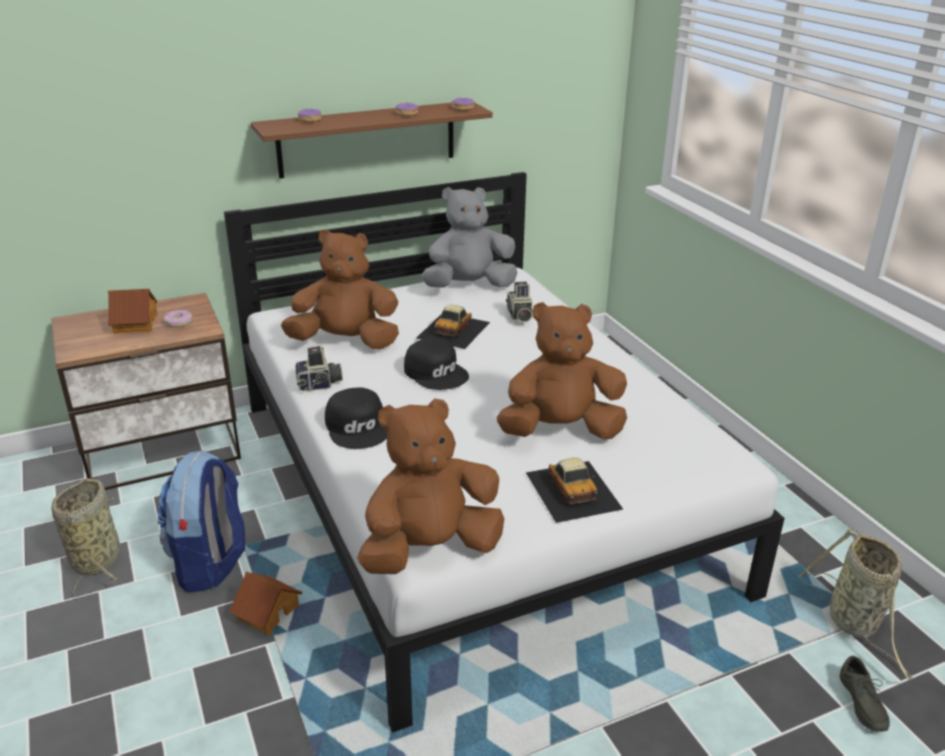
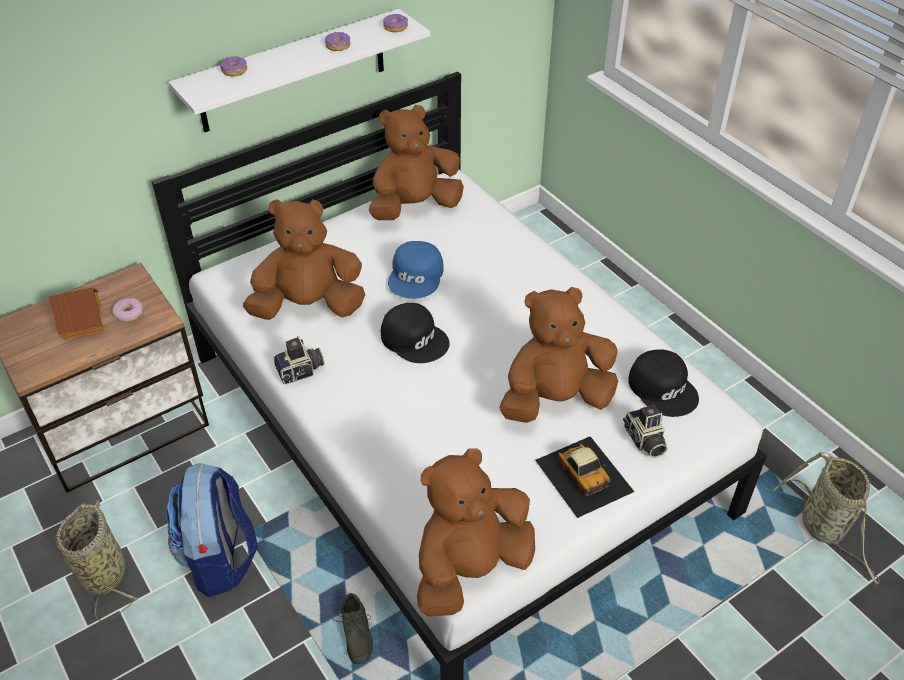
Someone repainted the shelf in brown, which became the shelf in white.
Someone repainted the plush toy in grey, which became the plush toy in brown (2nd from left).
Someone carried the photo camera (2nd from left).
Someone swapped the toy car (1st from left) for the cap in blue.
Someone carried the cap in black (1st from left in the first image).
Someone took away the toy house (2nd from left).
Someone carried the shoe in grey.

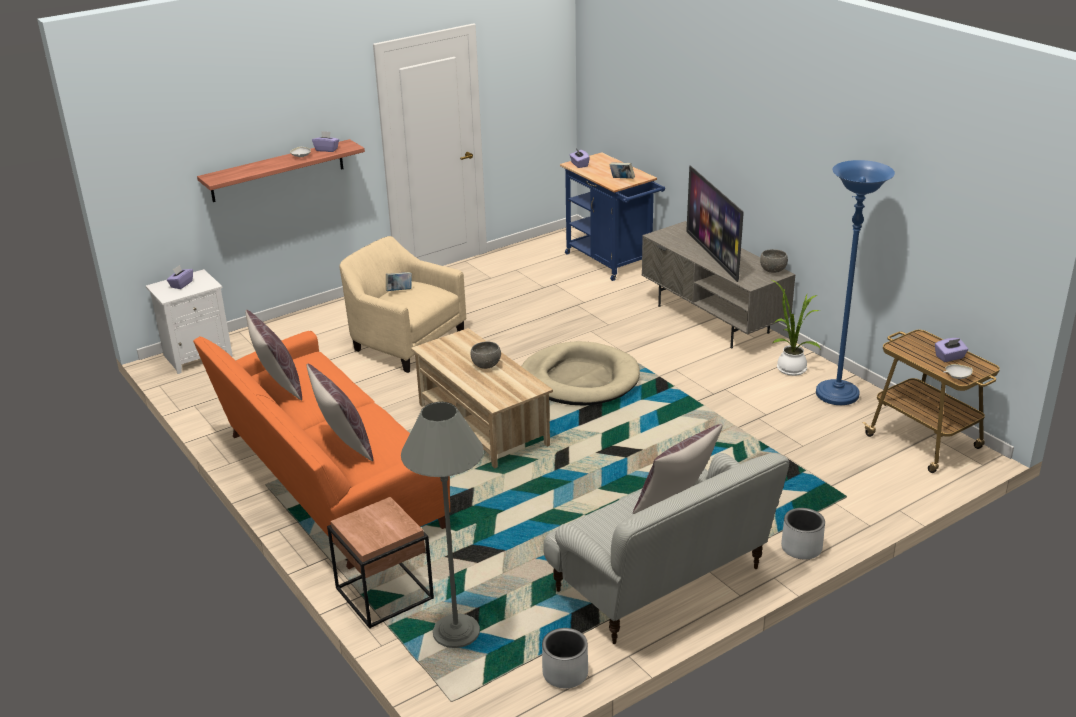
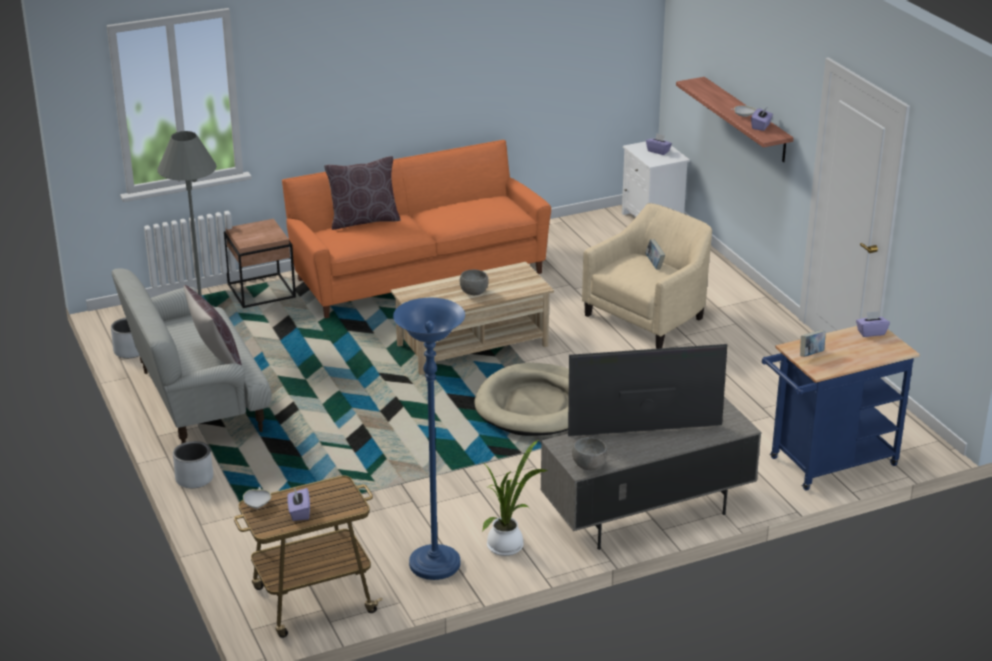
Someone took away the pillow in brown (1st from left).

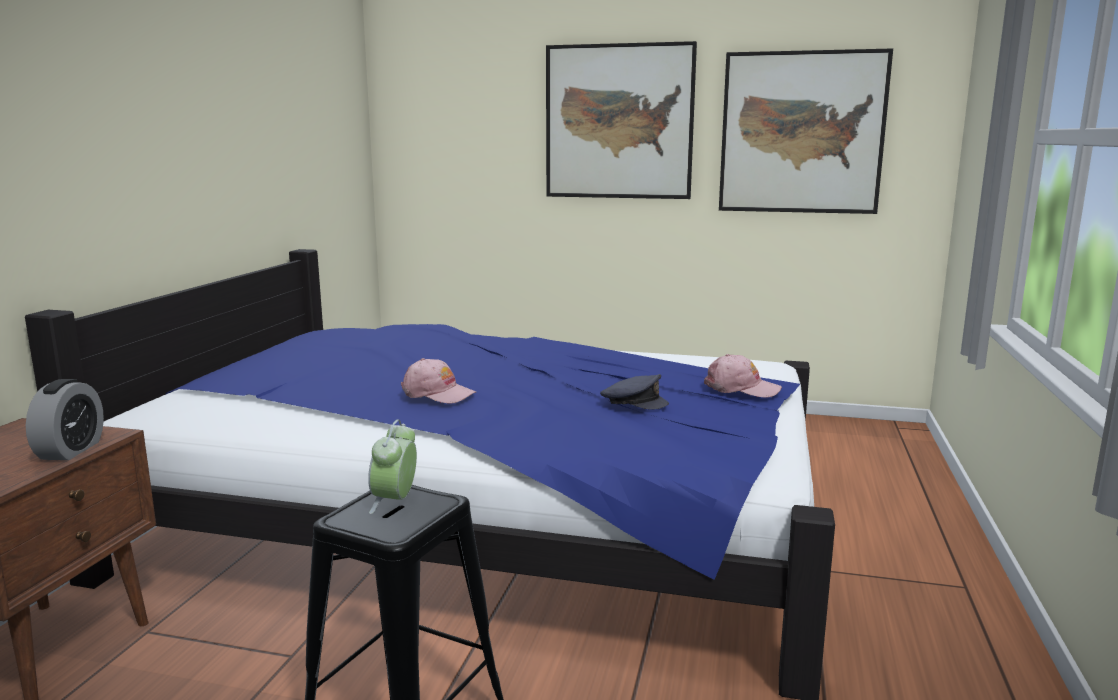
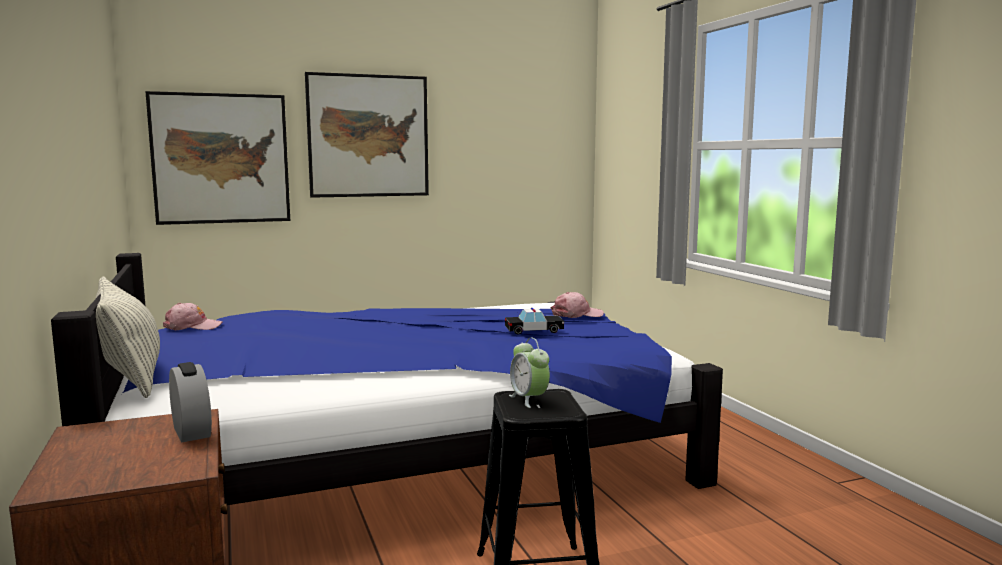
Someone carried the picture (2nd from left in the first image).
Someone carried the cap in pink (1st from left).
Someone swapped the cap in grey for the toy car.
Someone put down the pillow.

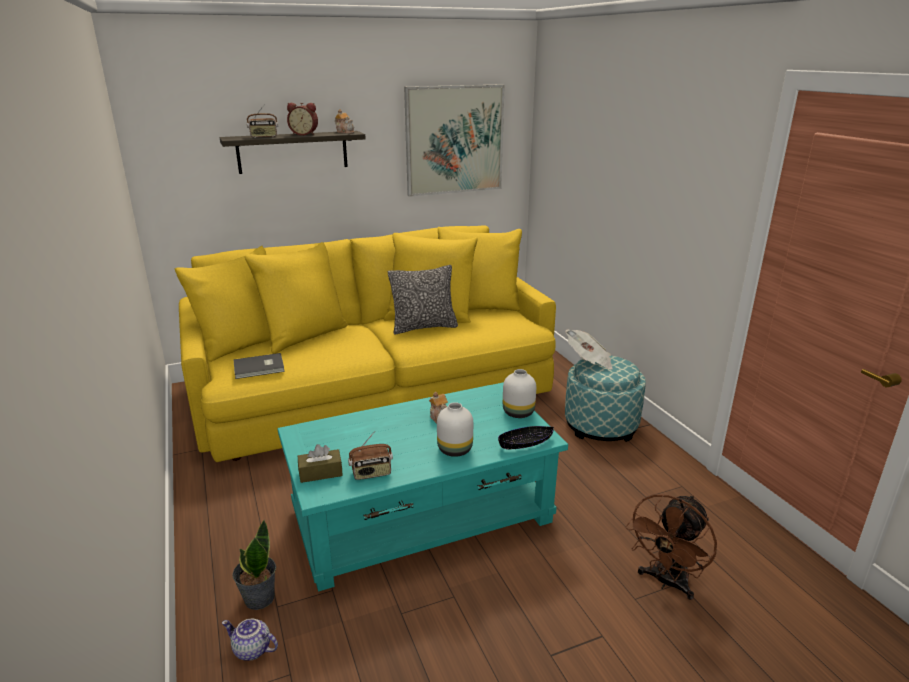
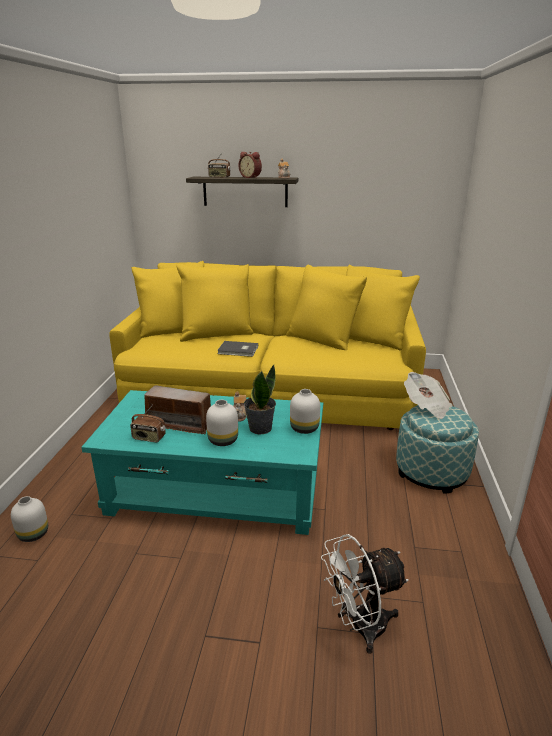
Someone took away the picture.
Someone took away the pillow.
Someone carried the book in grey.
Someone took away the bowl in black.
Someone took away the tissue box in brown.
Someone repainted the fan in brown, which became the fan in white.
Someone carried the potted plant.
Someone swapped the teapot (1st from left) for the vase in white (1st from left).
Someone put down the radio (2nd from left).

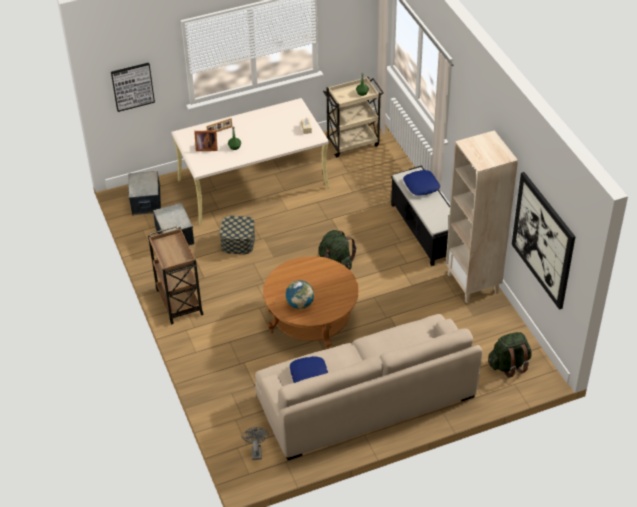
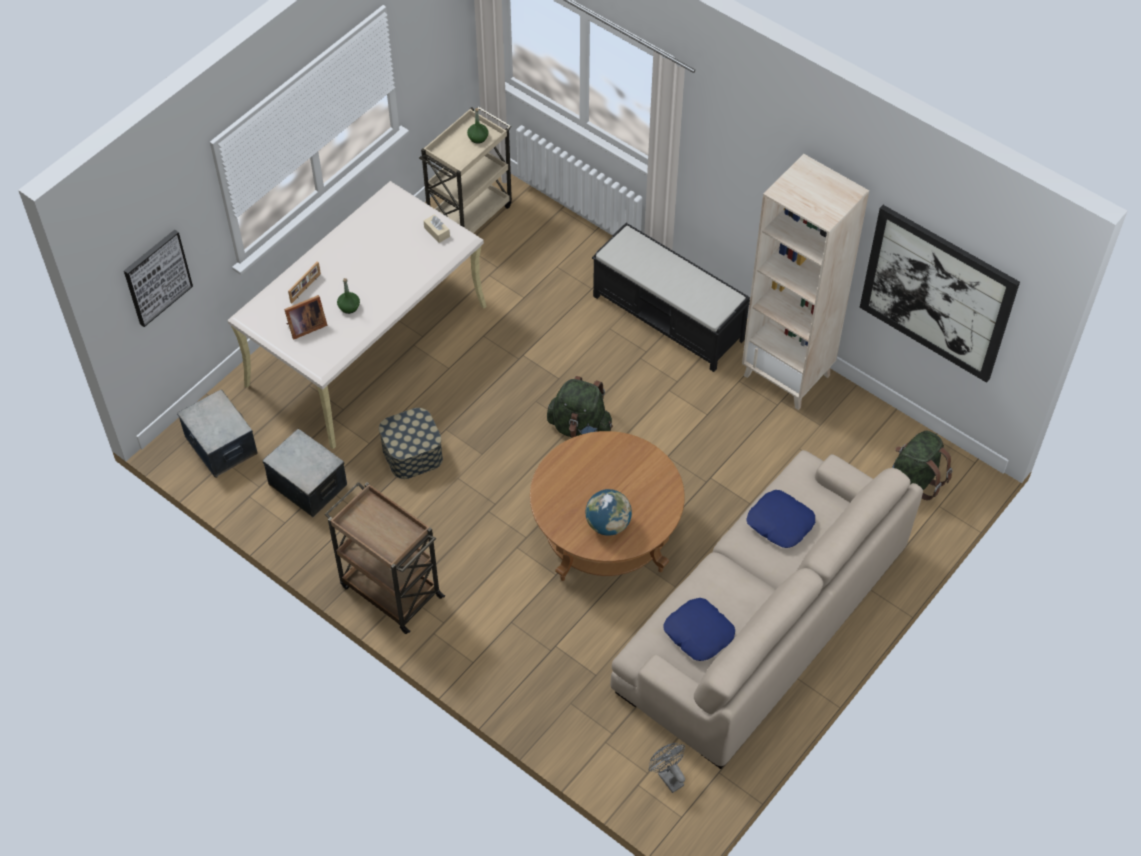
Someone carried the pillow in blue (2nd from left).

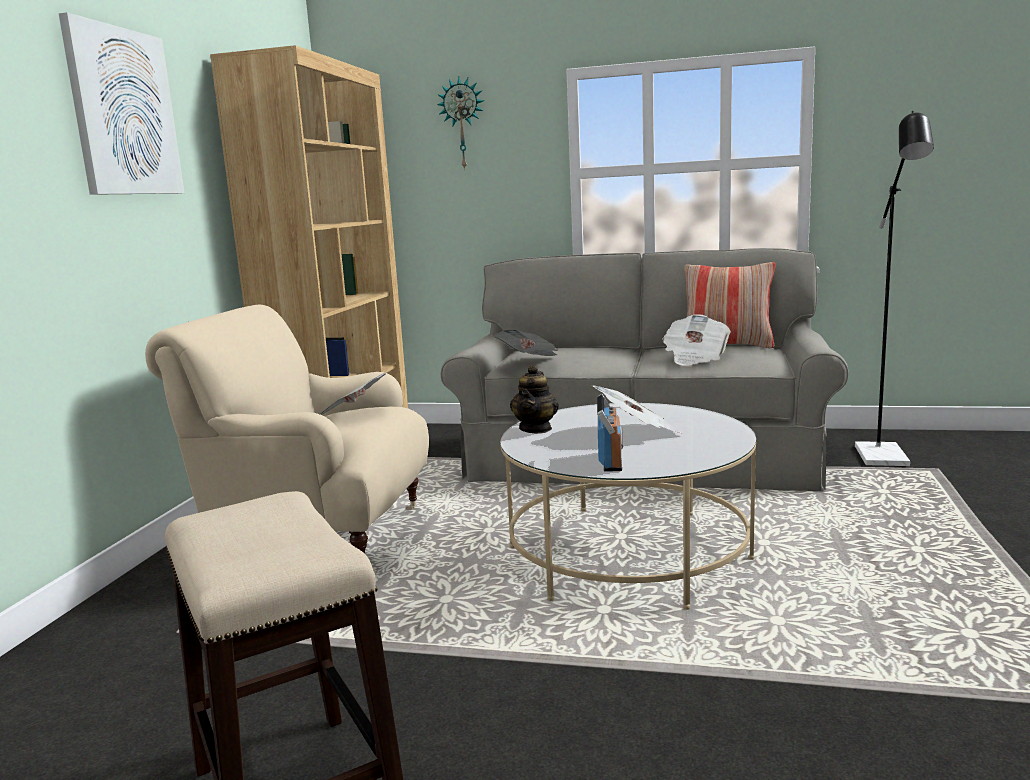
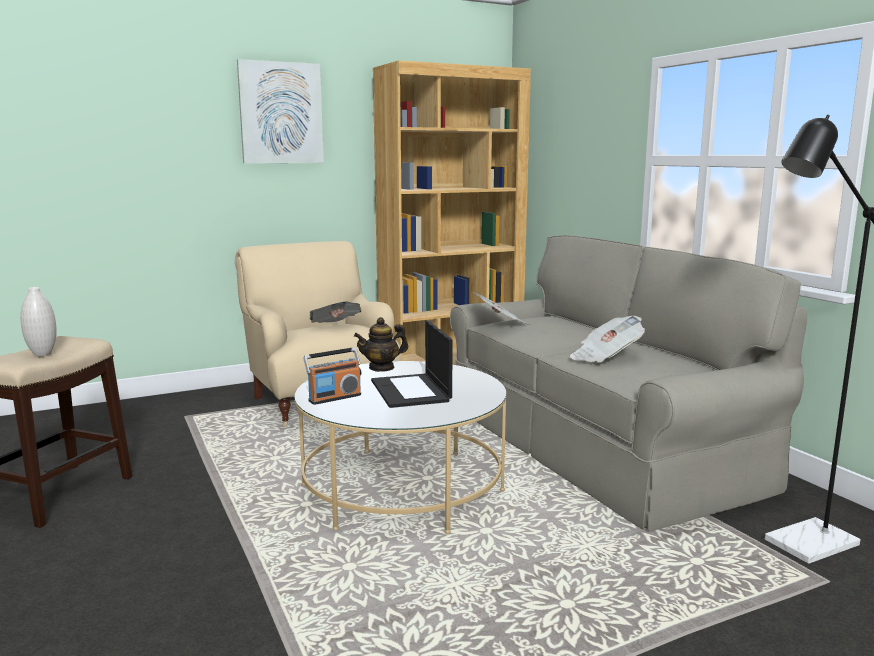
Someone took away the wall clock.
Someone took away the pillow.
Someone swapped the newspaper (3rd from left) for the laptop.
Someone put down the vase in white.

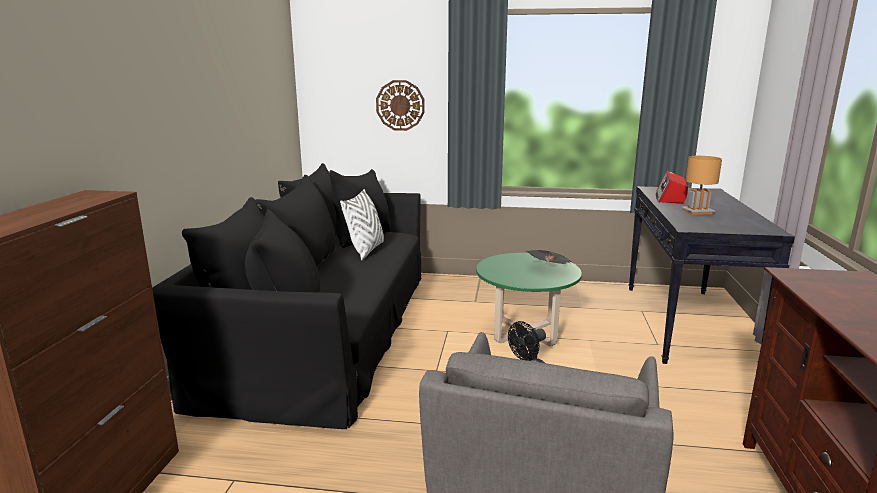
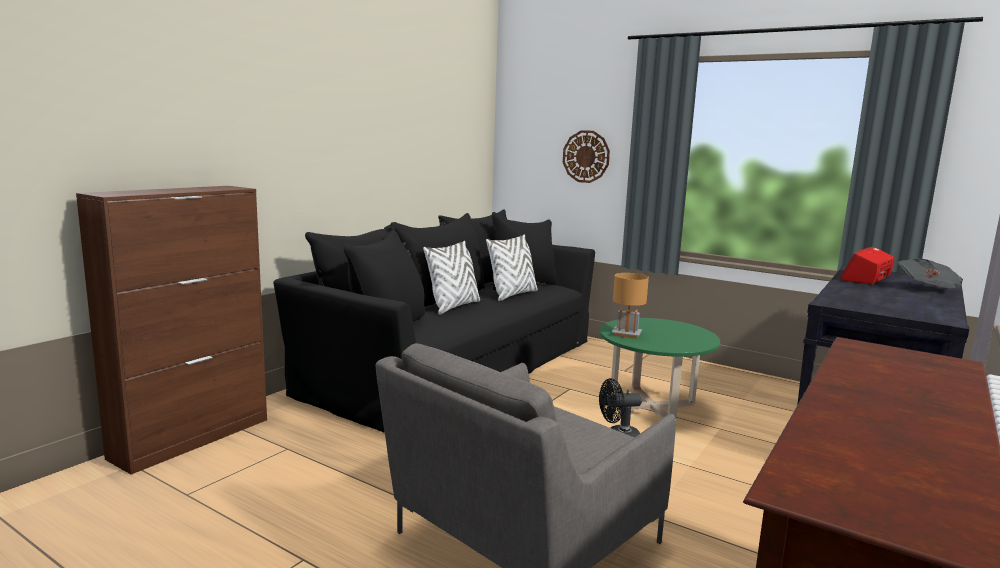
Someone carried the table lamp in brown.
Someone carried the newspaper.
Someone put down the pillow in white (1st from left).

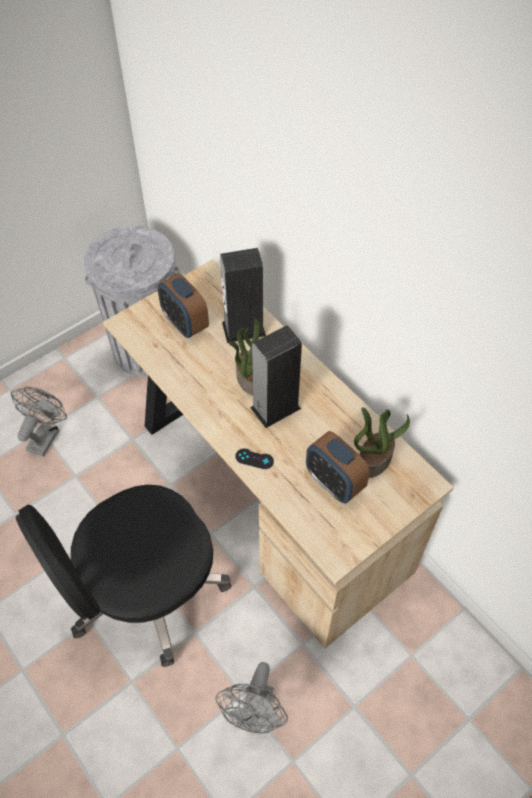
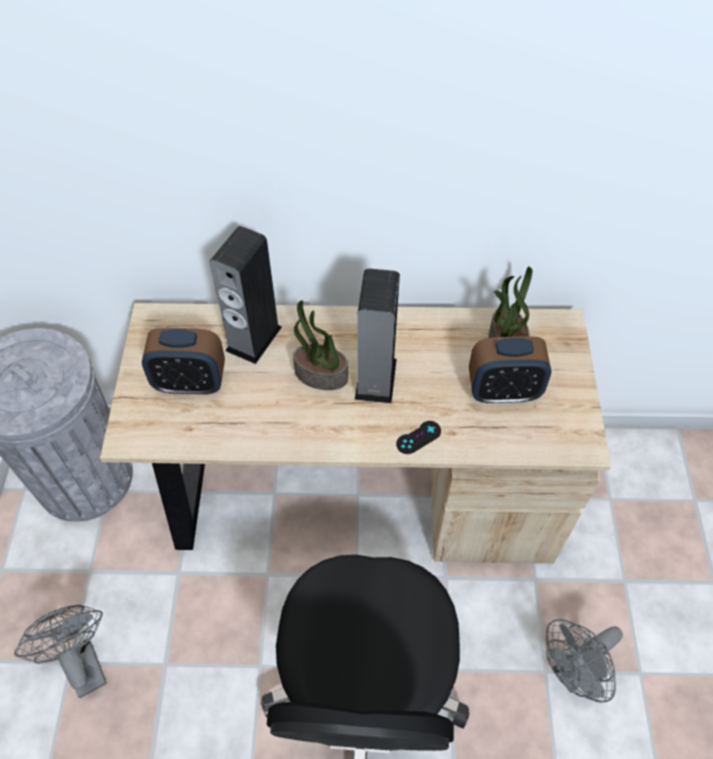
Someone rotated the fan in grey (2nd from left) by 90 degrees clockwise.

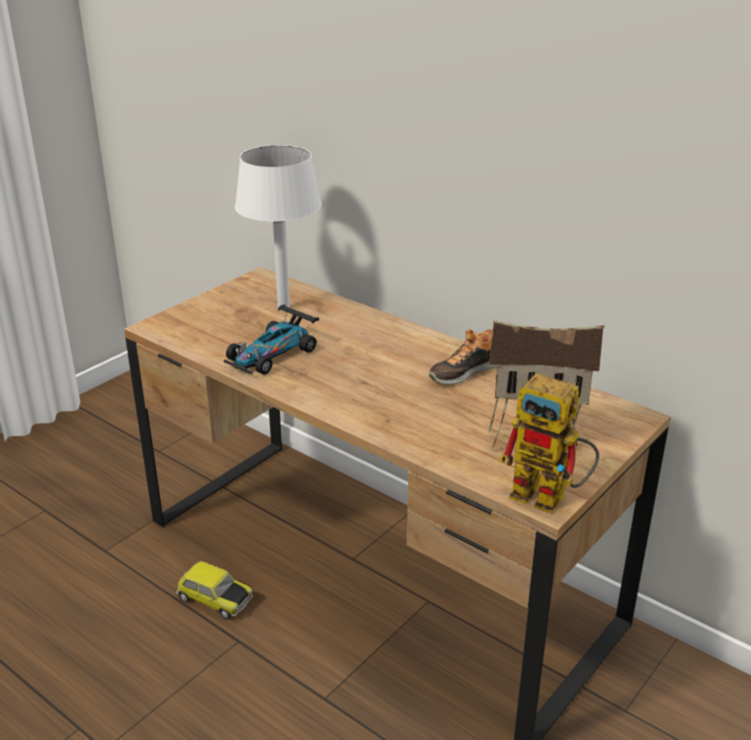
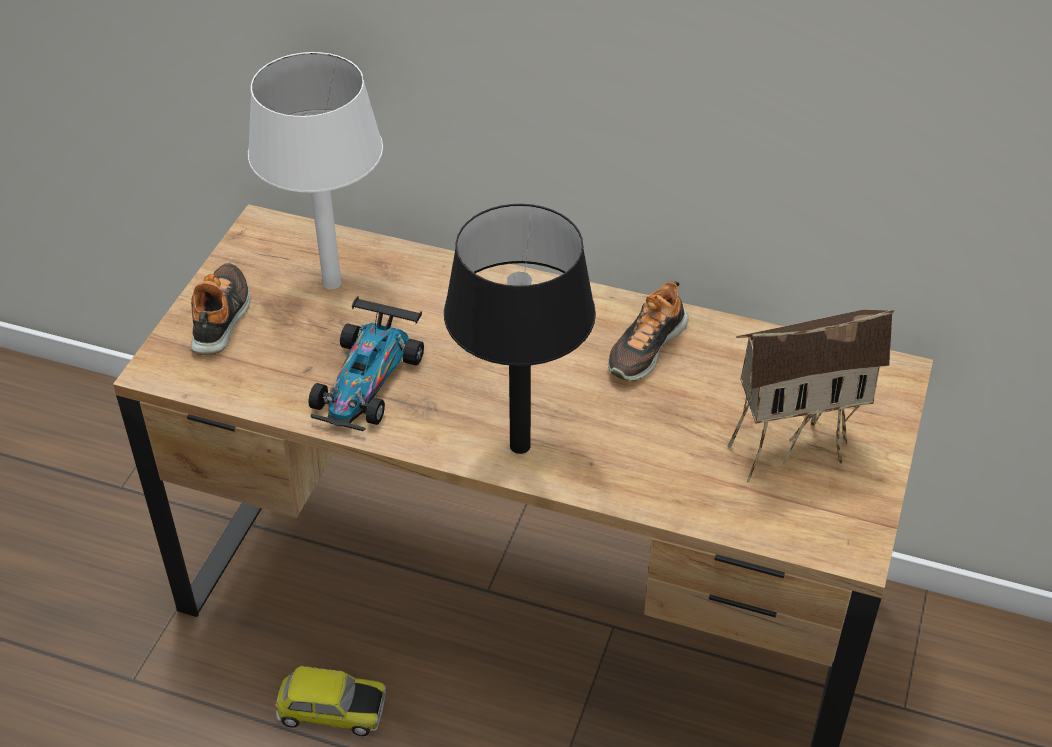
Someone took away the toy robot.
Someone put down the table lamp in black.
Someone put down the shoe (1st from left).

